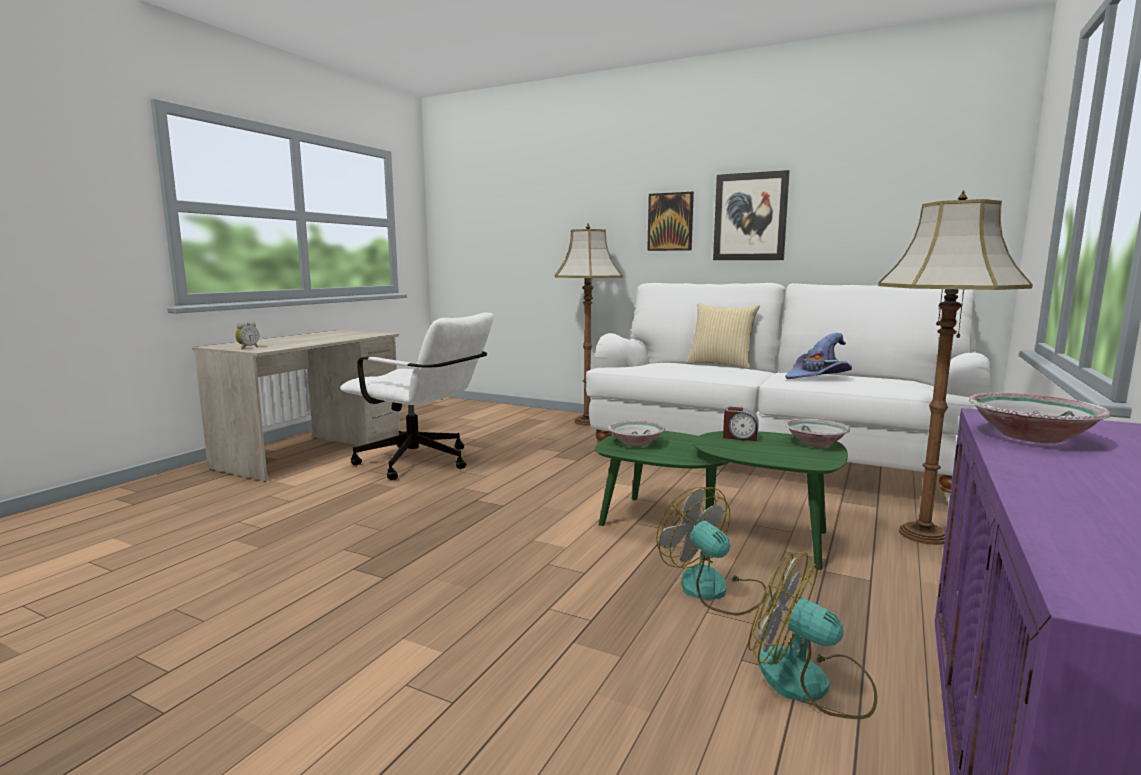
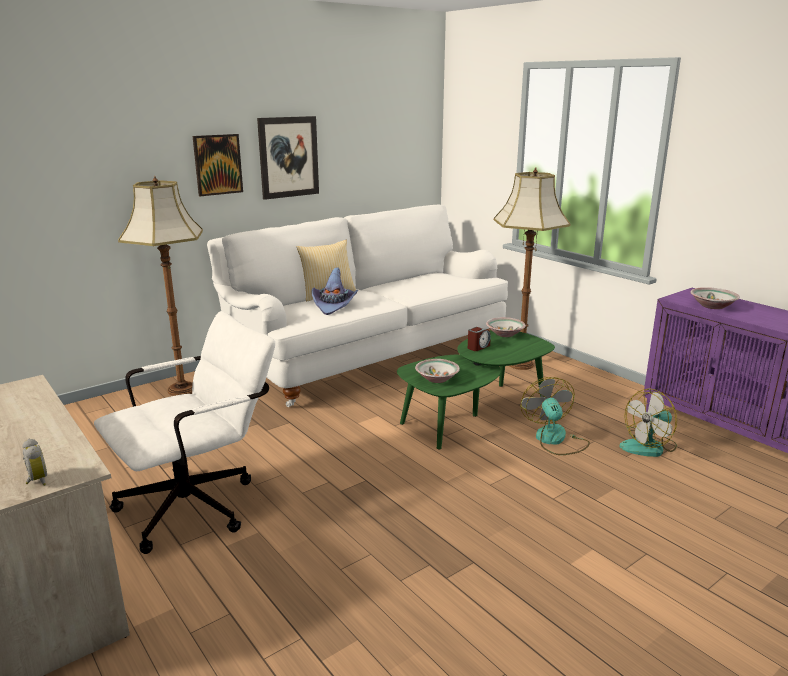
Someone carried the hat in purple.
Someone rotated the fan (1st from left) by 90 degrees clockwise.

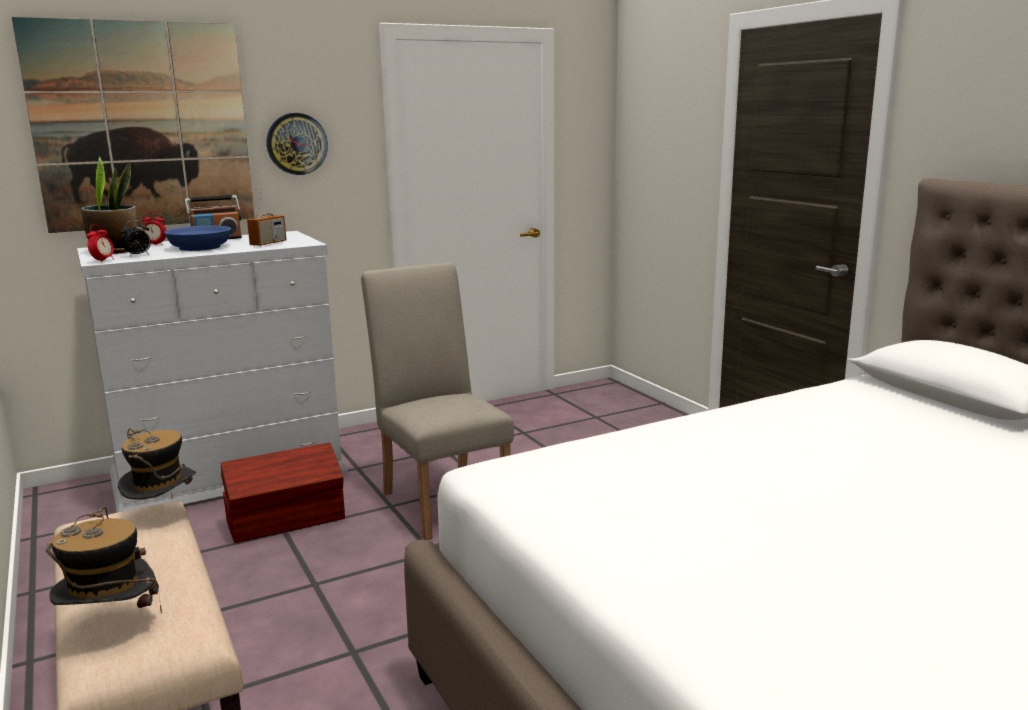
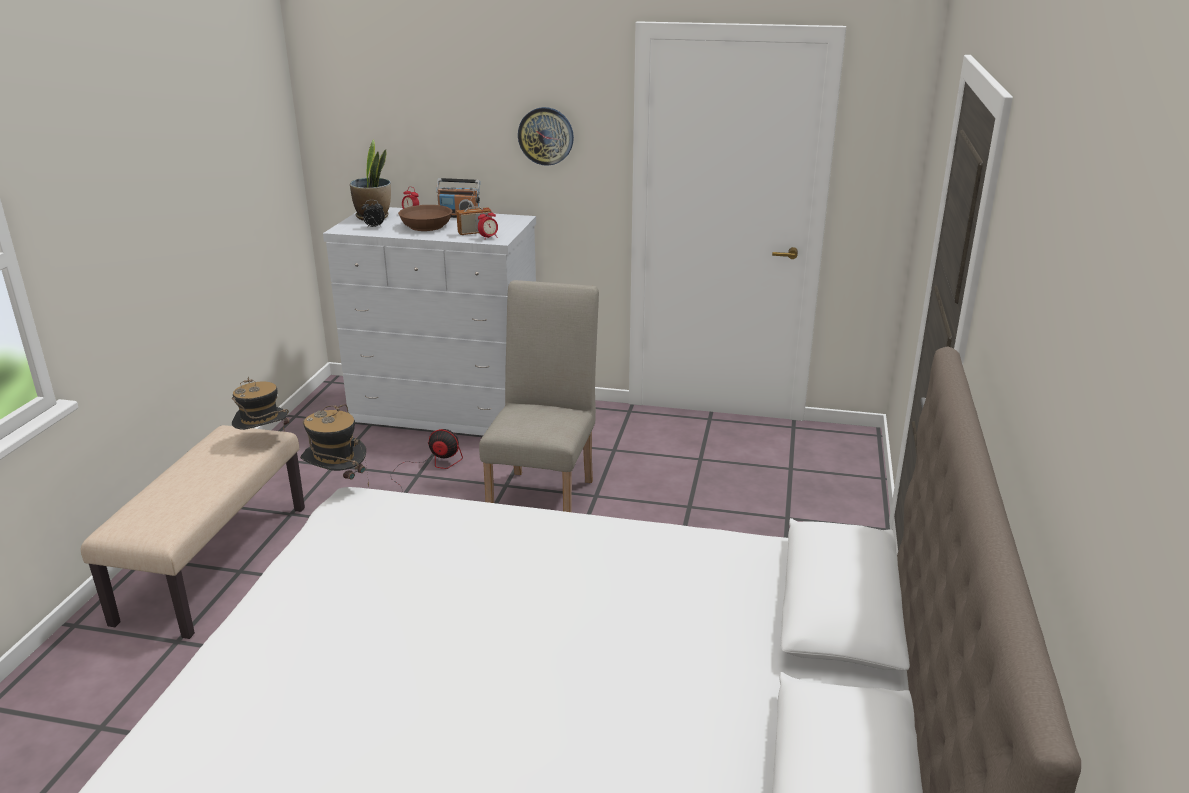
Someone took away the picture.
Someone carried the alarm clock (1st from left in the first image).
Someone repainted the bowl in blue, which became the bowl in brown.
Someone swapped the storage box in brown for the fan.
Someone carried the hat (1st from left in the first image).

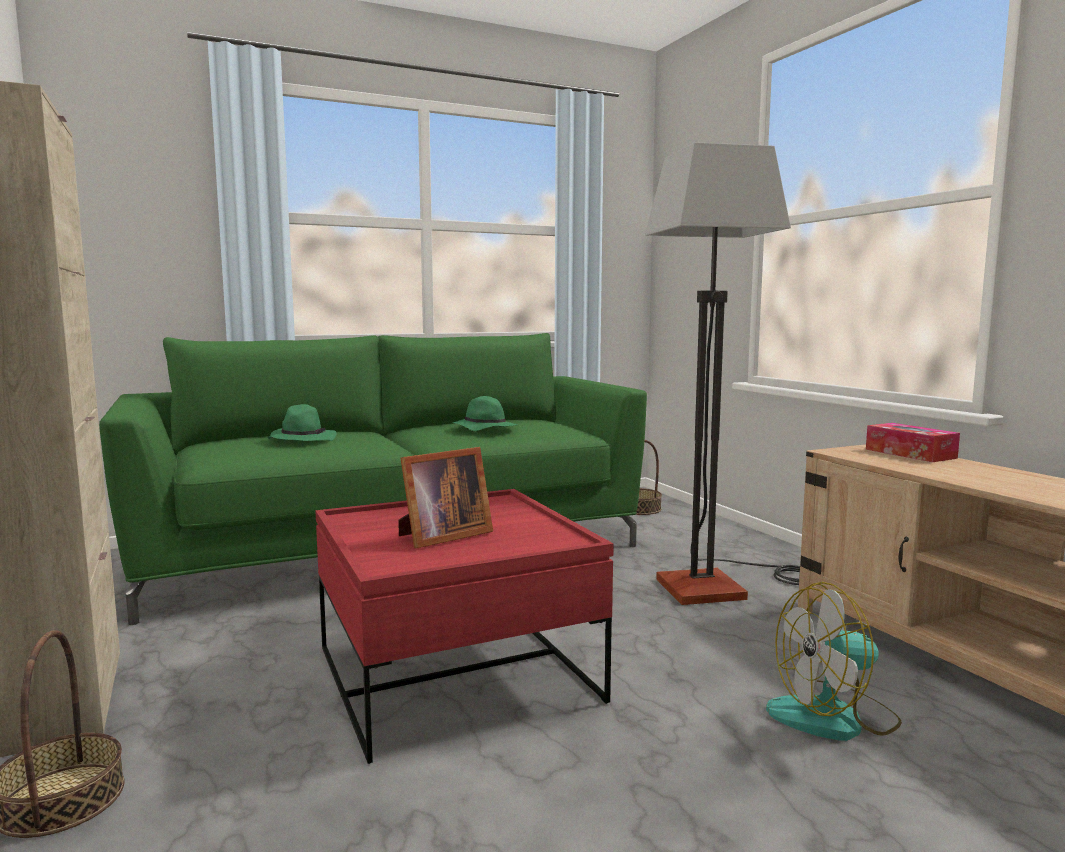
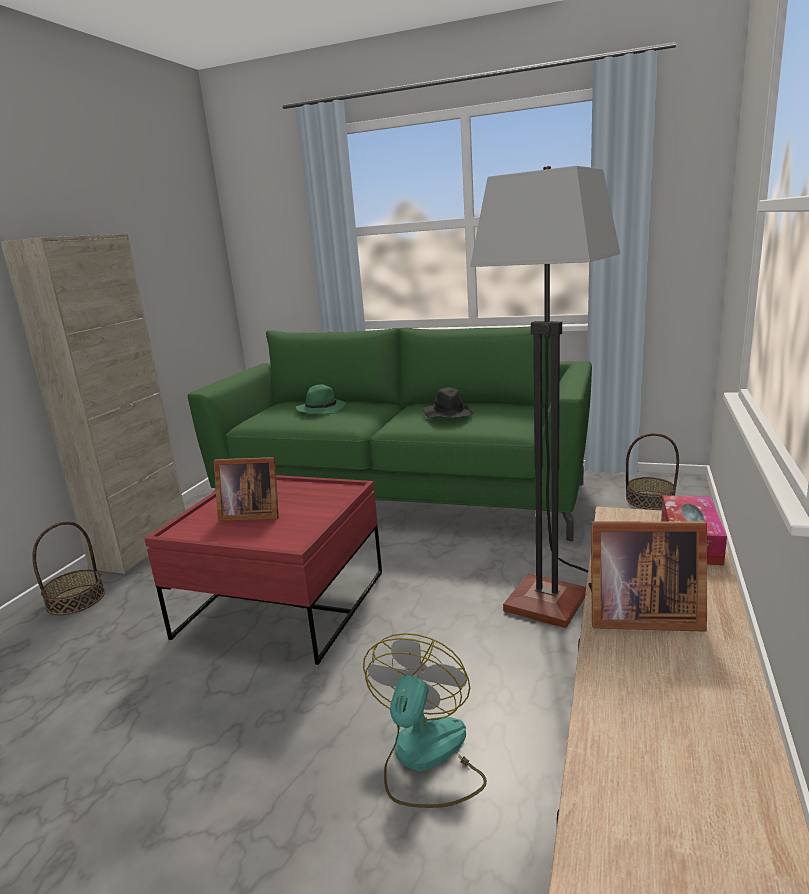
Someone repainted the hat in green (2nd from left), which became the hat in black.
Someone rotated the fan by 75 degrees clockwise.
Someone put down the picture frame (2nd from left).

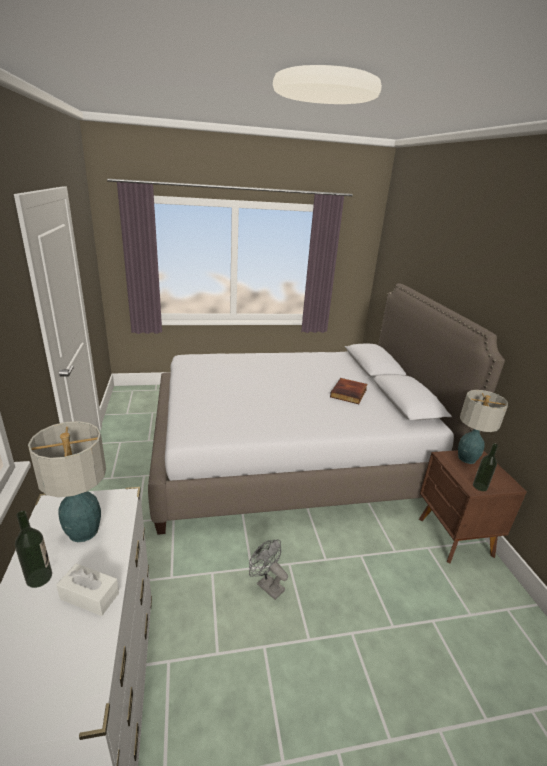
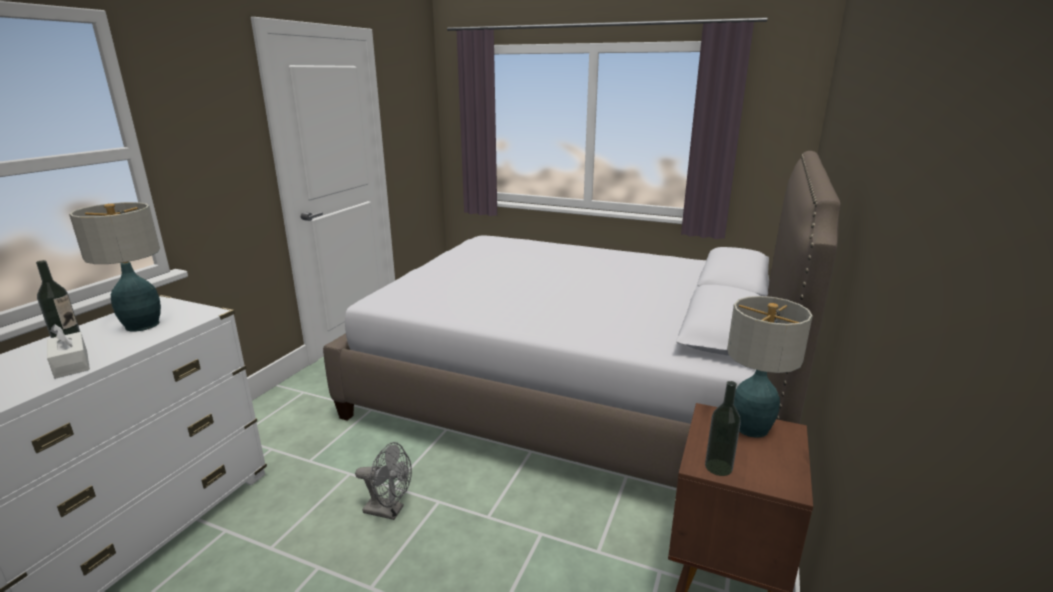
Someone took away the book.
Someone rotated the fan in grey by 120 degrees clockwise.

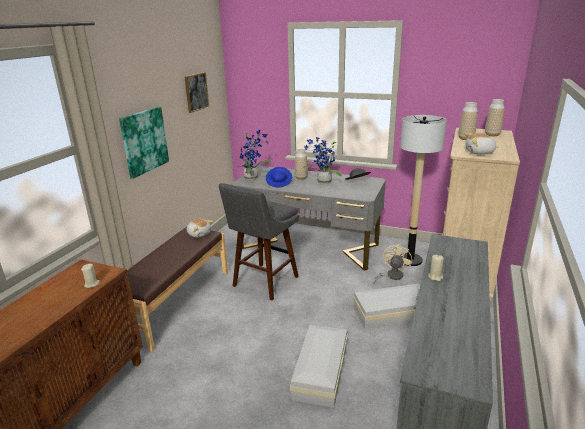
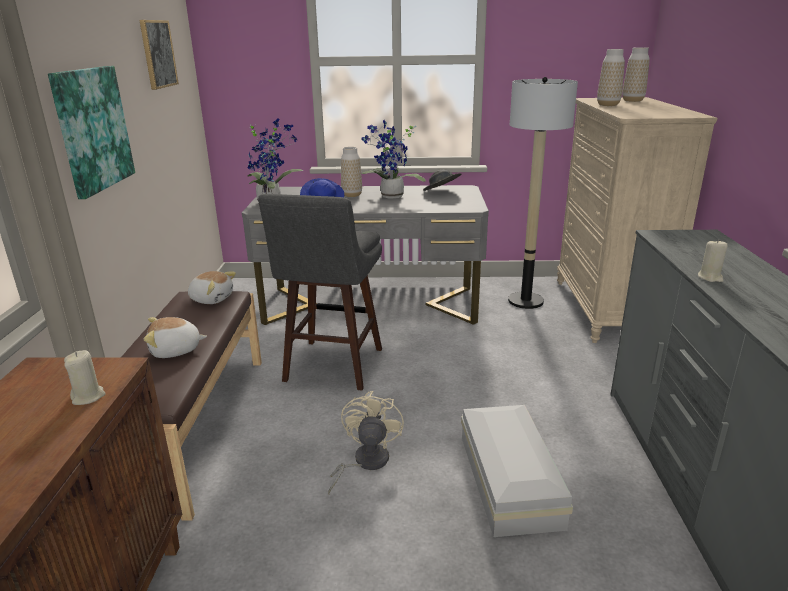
Someone carried the plush toy (2nd from left in the first image).
Someone carried the fan in beige.
Someone took away the storage box in white (2nd from left).

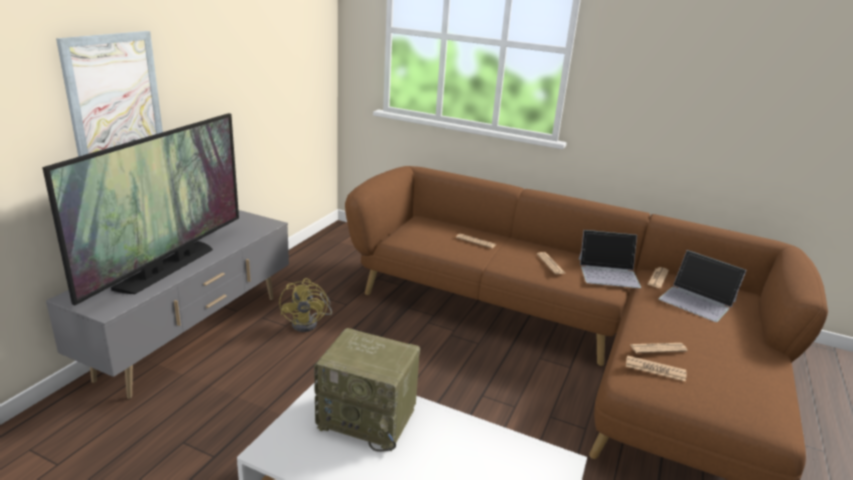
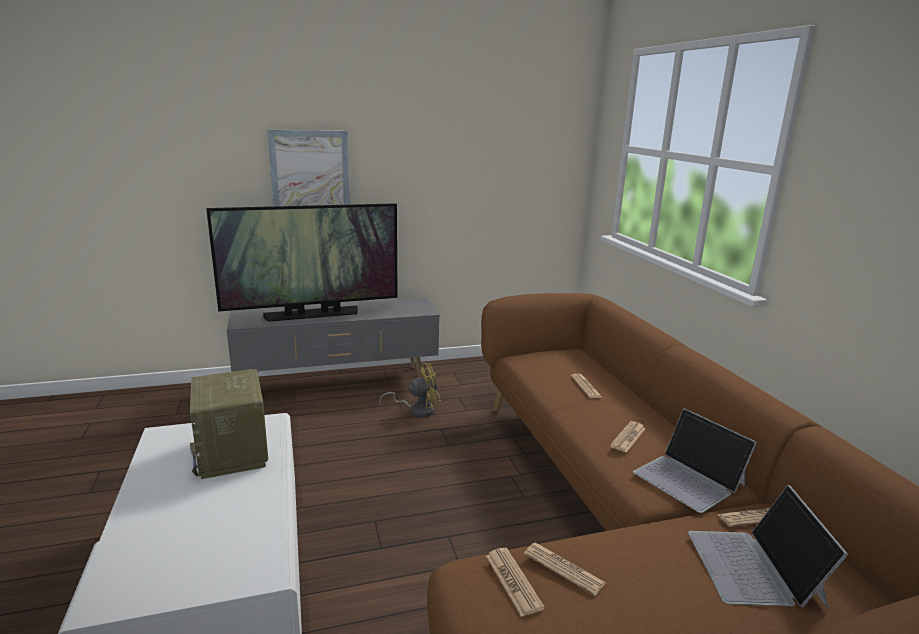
Someone rotated the fan in yellow by 150 degrees counterclockwise.

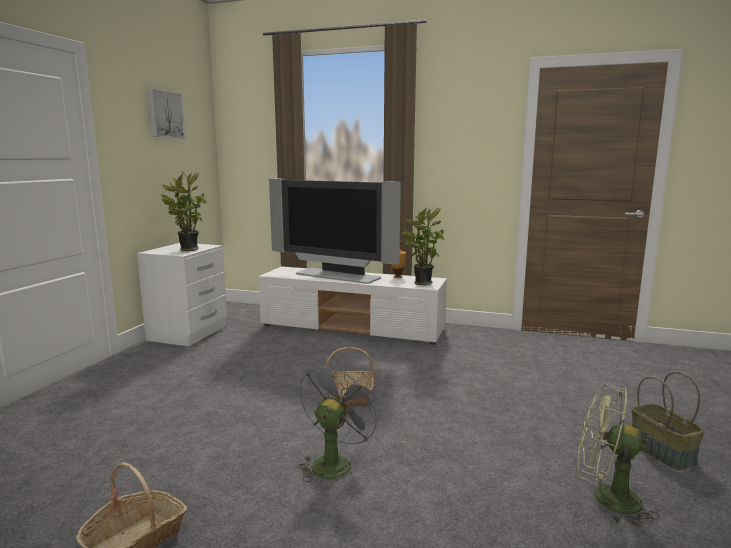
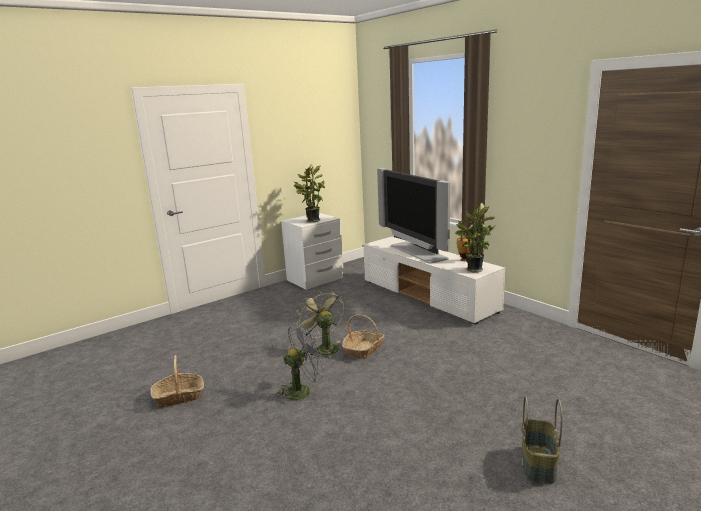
Someone took away the picture.
Someone carried the fan in green.

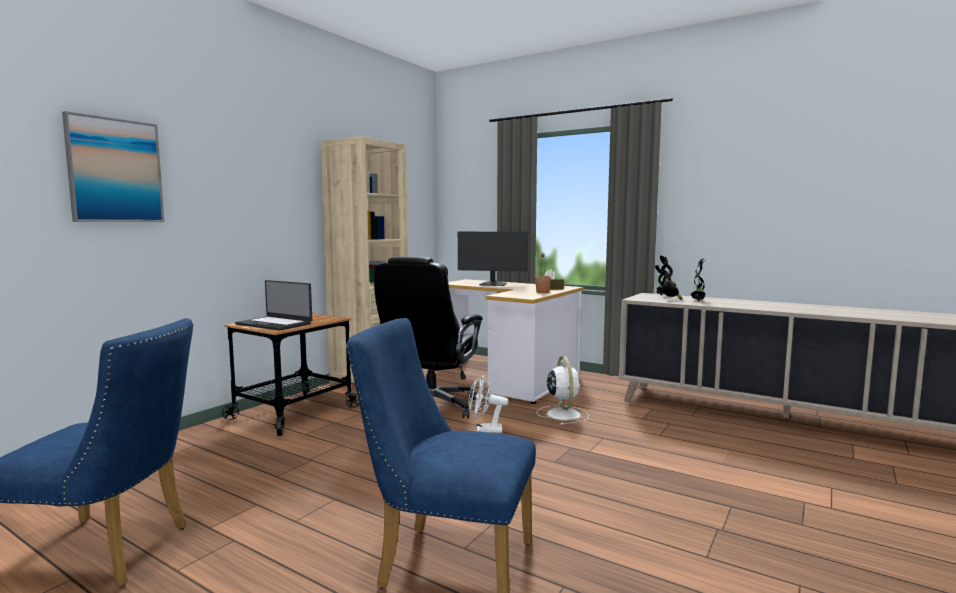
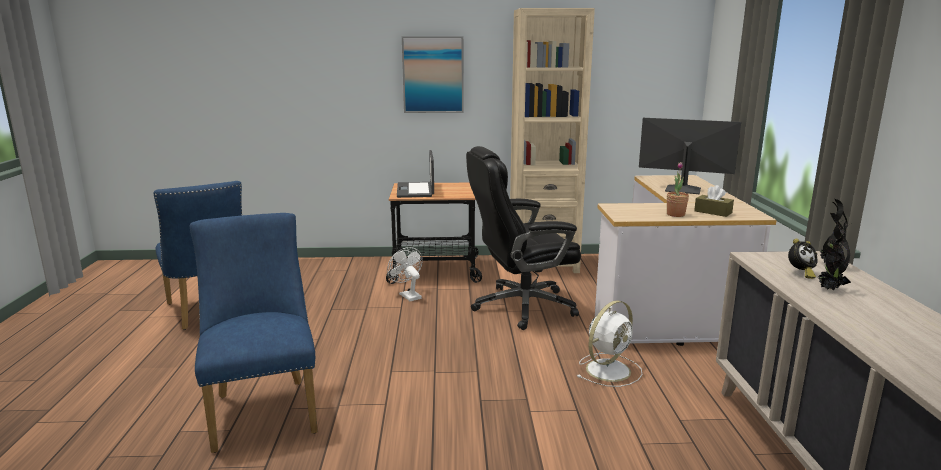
Someone carried the picture.
Someone rotated the monitor by 135 degrees clockwise.
Someone carried the fan in white (1st from left).

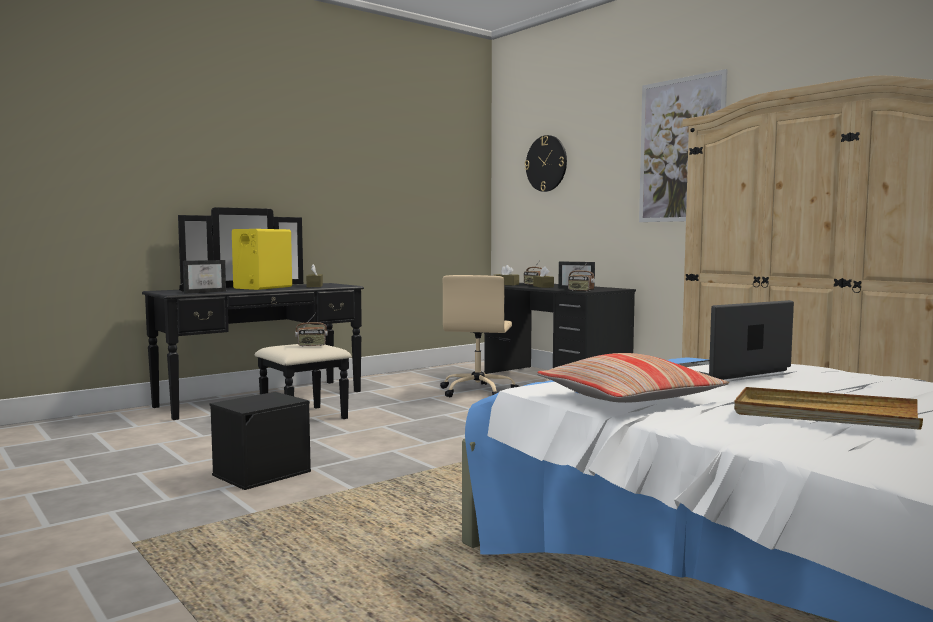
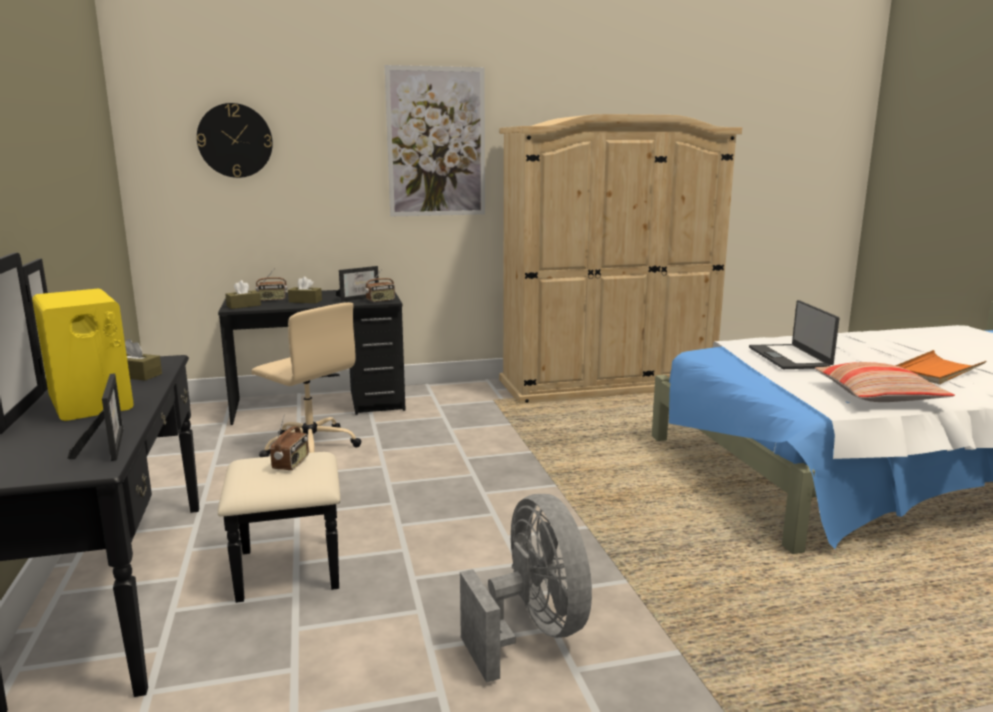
Someone repainted the tray in beige, which became the tray in orange.
Someone swapped the storage box in black for the fan in grey.

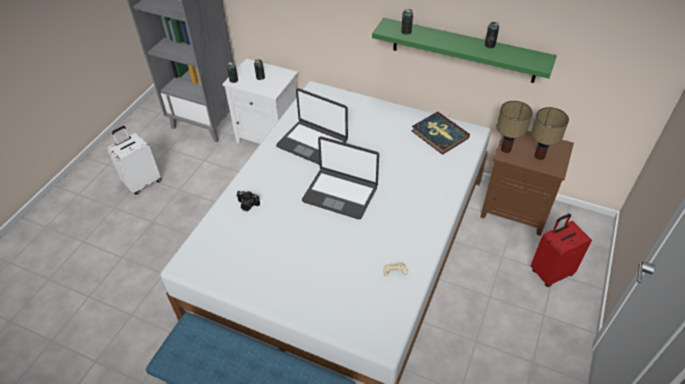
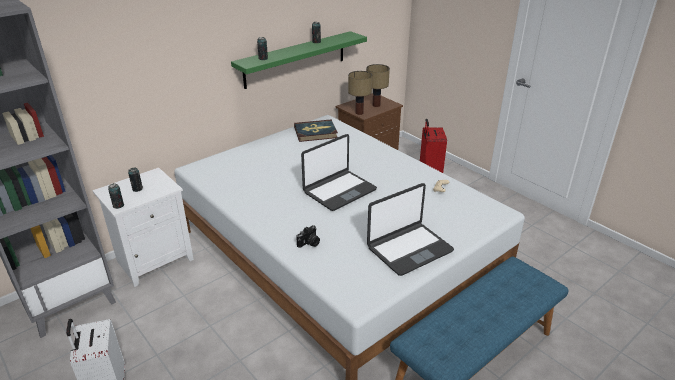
Someone carried the laptop (1st from left in the first image).

